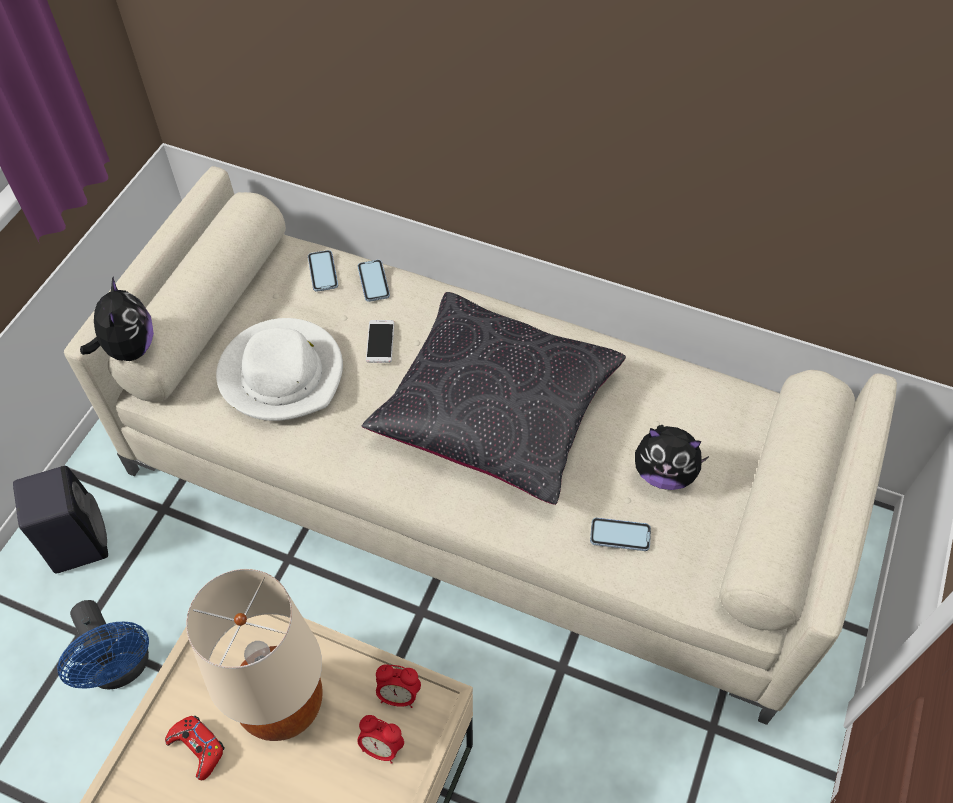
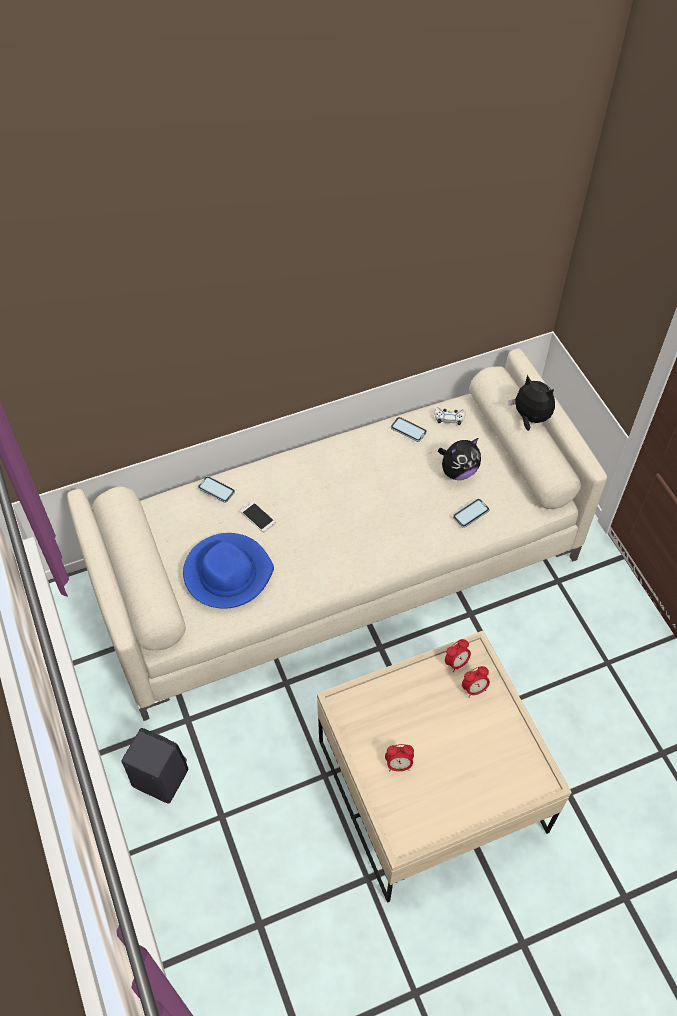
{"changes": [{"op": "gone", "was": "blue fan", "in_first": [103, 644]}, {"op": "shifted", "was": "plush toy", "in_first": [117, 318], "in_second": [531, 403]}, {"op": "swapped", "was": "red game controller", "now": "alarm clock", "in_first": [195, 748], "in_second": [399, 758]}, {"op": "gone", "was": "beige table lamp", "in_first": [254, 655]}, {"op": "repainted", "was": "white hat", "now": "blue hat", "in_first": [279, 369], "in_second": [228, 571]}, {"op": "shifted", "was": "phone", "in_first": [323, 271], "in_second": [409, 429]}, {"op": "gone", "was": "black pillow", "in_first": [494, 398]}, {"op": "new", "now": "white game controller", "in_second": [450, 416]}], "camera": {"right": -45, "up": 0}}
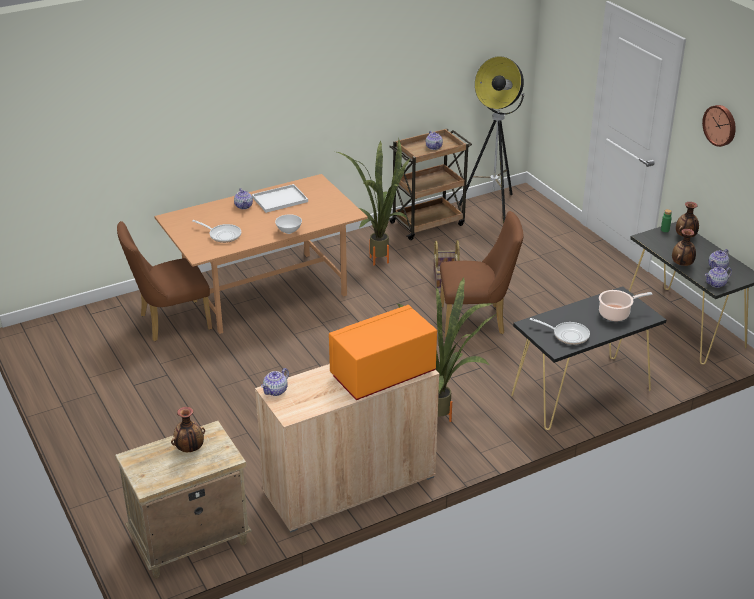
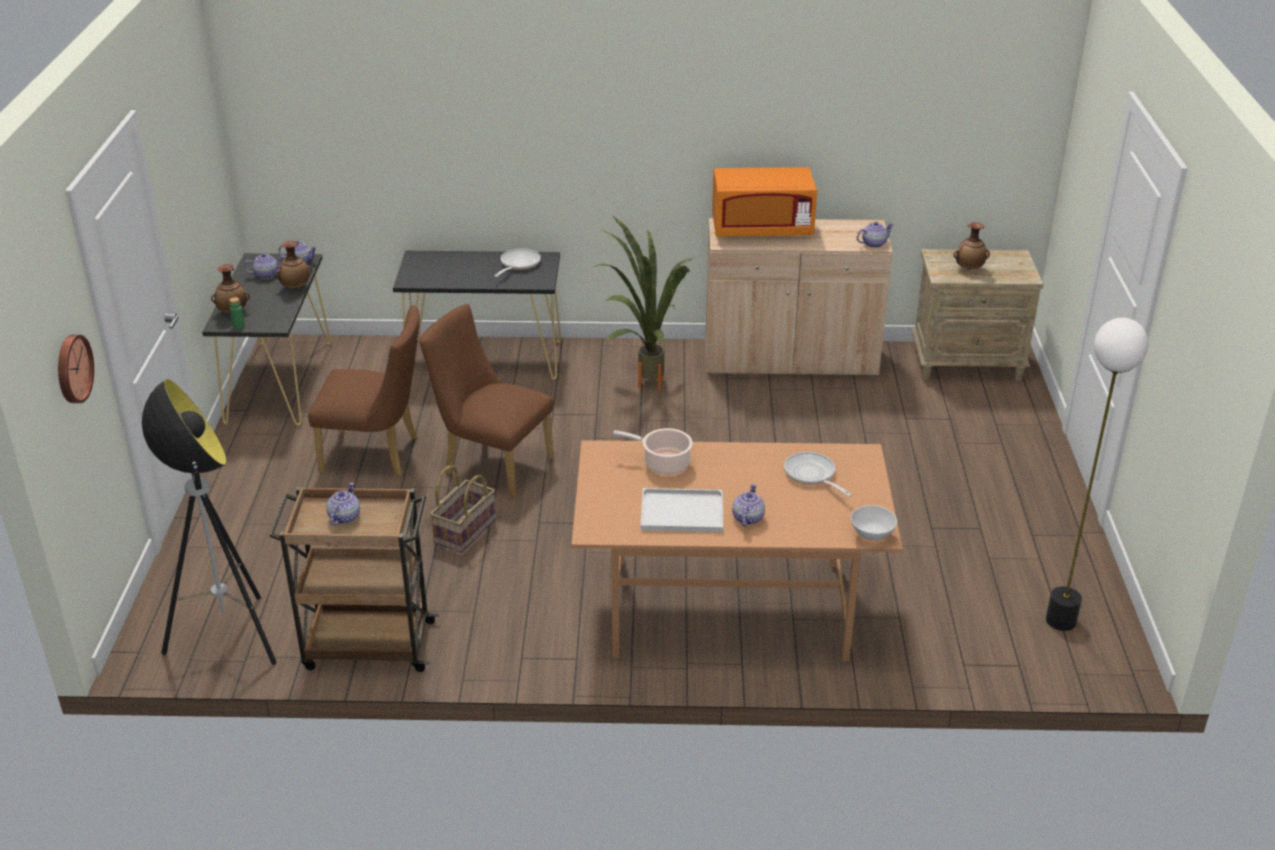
{"changes": [{"op": "shifted", "was": "brown chair", "in_first": [164, 281], "in_second": [364, 390]}, {"op": "shifted", "was": "white bowl", "in_first": [288, 224], "in_second": [874, 522]}, {"op": "gone", "was": "potted plant", "in_first": [374, 201]}, {"op": "rotated", "was": "frying pan", "in_first": [560, 331], "in_second": [517, 262], "clockwise": 60}, {"op": "shifted", "was": "cooking pot", "in_first": [625, 305], "in_second": [653, 451]}, {"op": "shifted", "was": "wall clock", "in_first": [719, 126], "in_second": [76, 369]}, {"op": "new", "now": "floor lamp", "in_second": [1097, 474]}], "camera": {"right": -150, "up": 0}}
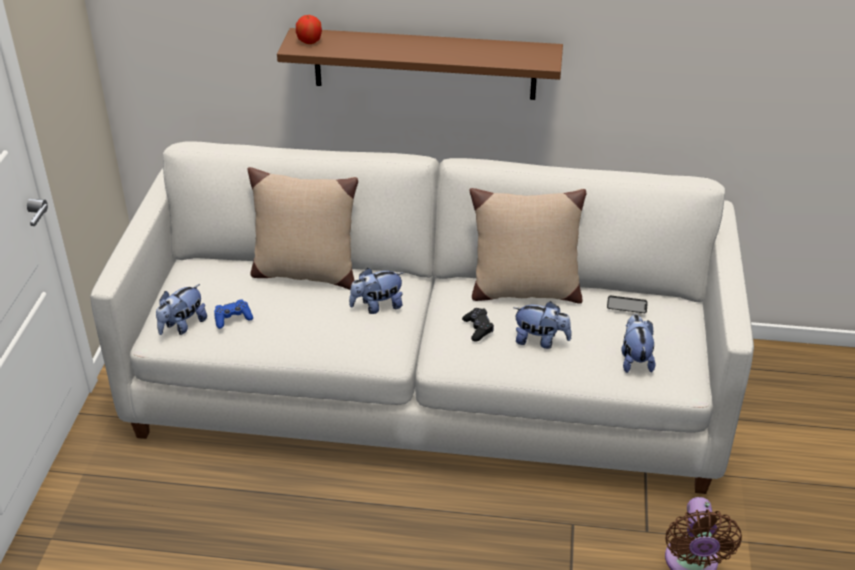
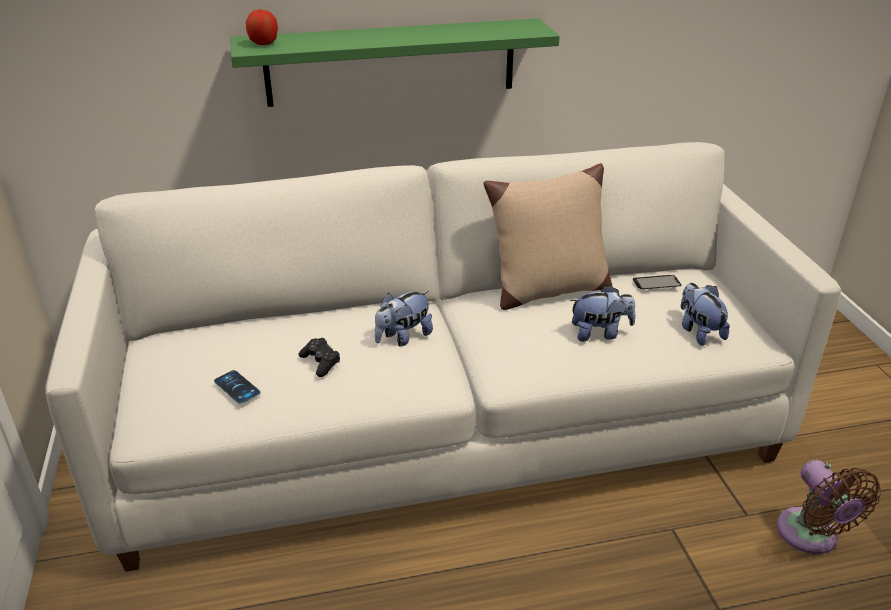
{"changes": [{"op": "gone", "was": "plush toy", "in_first": [181, 309]}, {"op": "swapped", "was": "blue game controller", "now": "phone", "in_first": [233, 314], "in_second": [237, 387]}, {"op": "gone", "was": "beige pillow", "in_first": [302, 228]}, {"op": "repainted", "was": "brown shelf", "now": "green shelf", "in_first": [420, 64], "in_second": [395, 62]}, {"op": "shifted", "was": "black game controller", "in_first": [478, 325], "in_second": [319, 357]}], "camera": {"right": -20, "up": -5}}
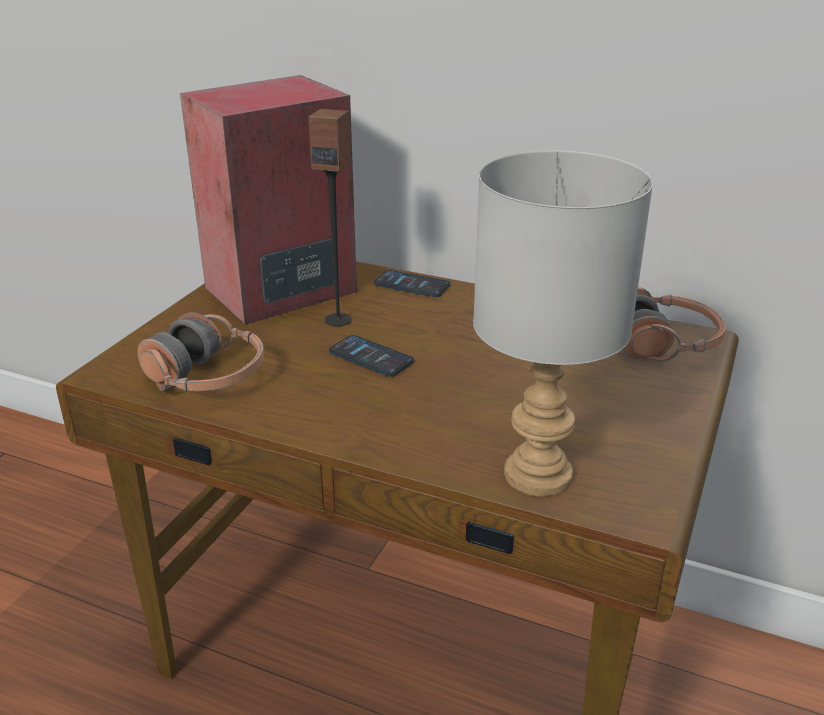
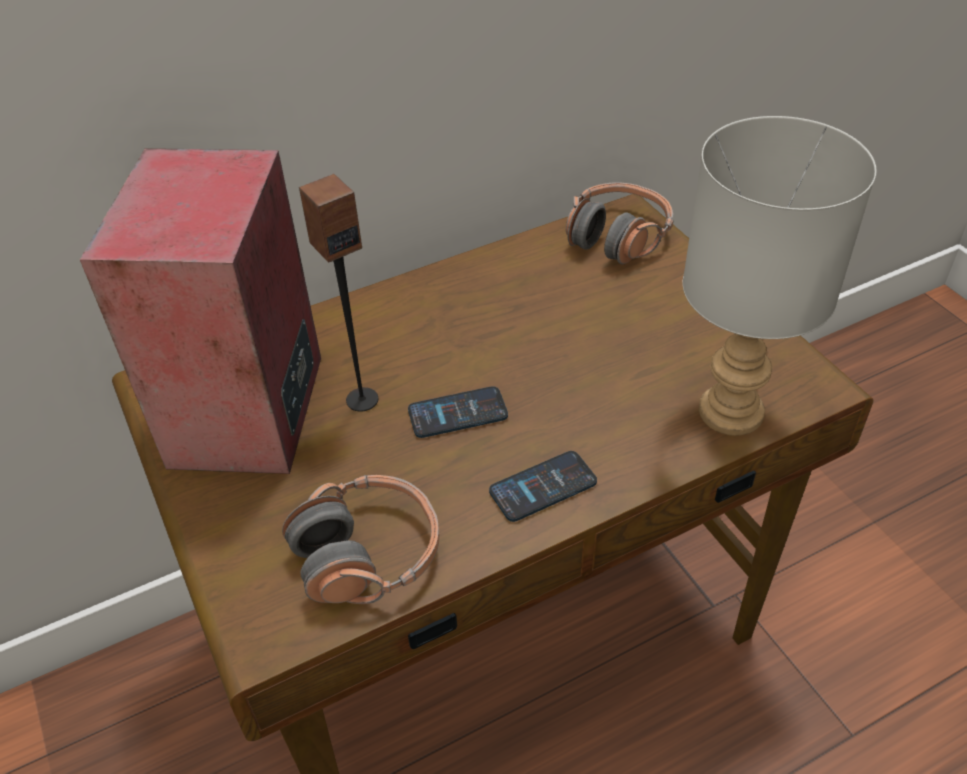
{"changes": [{"op": "shifted", "was": "phone", "in_first": [412, 283], "in_second": [543, 486]}], "camera": {"right": -50, "up": 15}}
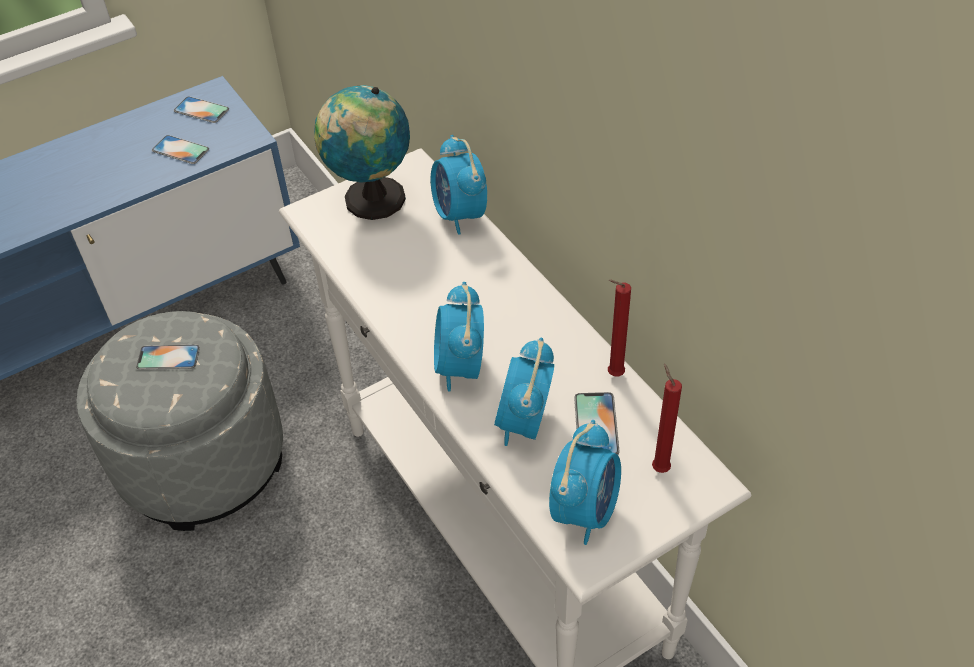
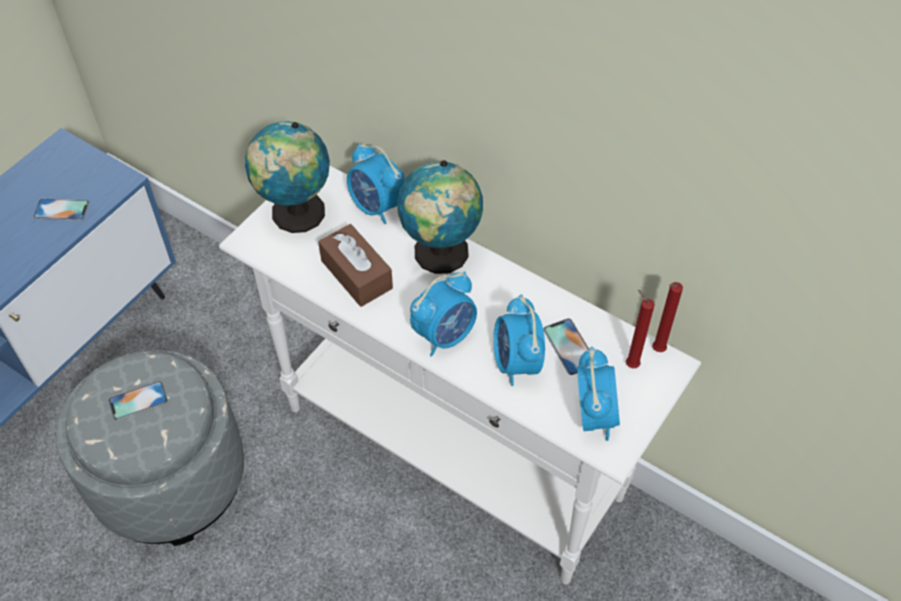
{"changes": [{"op": "gone", "was": "phone", "in_first": [201, 109]}, {"op": "rotated", "was": "alarm clock", "in_first": [459, 337], "in_second": [443, 314], "clockwise": -105}, {"op": "shifted", "was": "red candle", "in_first": [619, 328], "in_second": [667, 317]}, {"op": "new", "now": "brown tissue box", "in_second": [355, 265]}, {"op": "new", "now": "globe", "in_second": [440, 217]}], "camera": {"right": -25, "up": 5}}
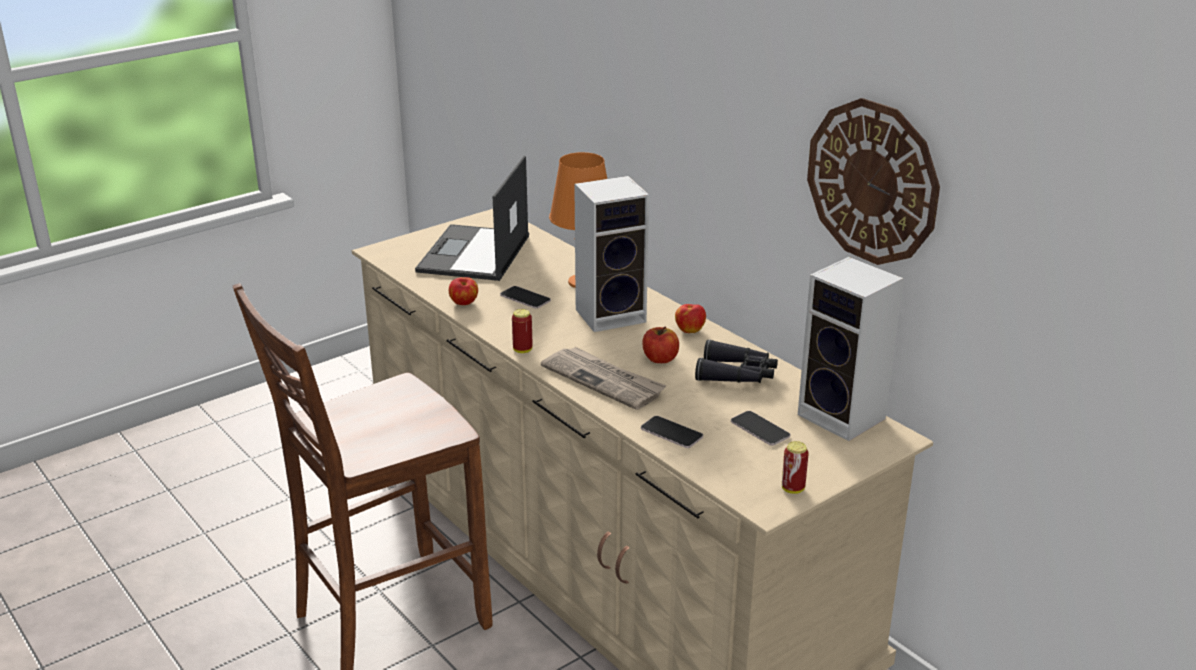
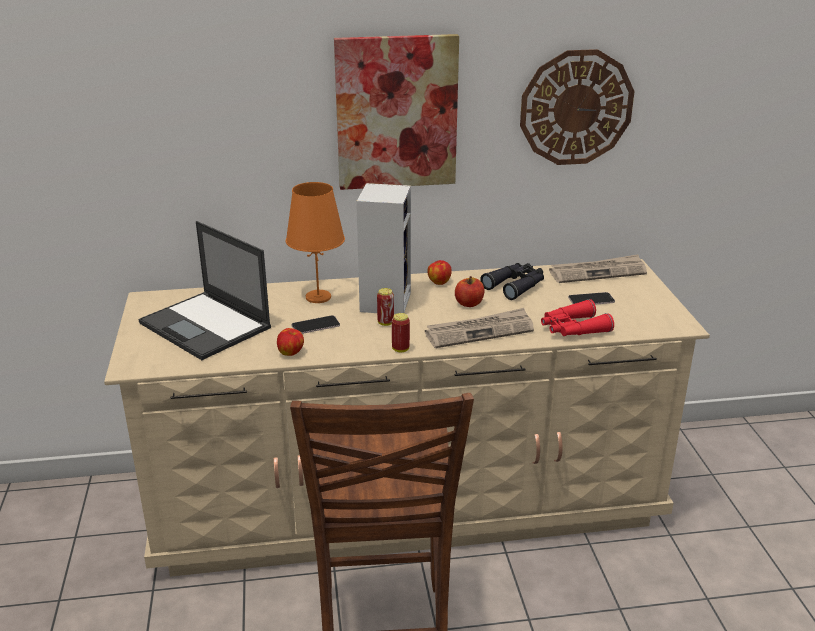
{"changes": [{"op": "swapped", "was": "phone", "now": "red binoculars", "in_first": [672, 432], "in_second": [577, 317]}, {"op": "shifted", "was": "can", "in_first": [795, 467], "in_second": [385, 307]}, {"op": "swapped", "was": "speaker", "now": "newspaper", "in_first": [851, 349], "in_second": [598, 268]}, {"op": "new", "now": "picture", "in_second": [396, 112]}], "camera": {"right": -60, "up": 0}}
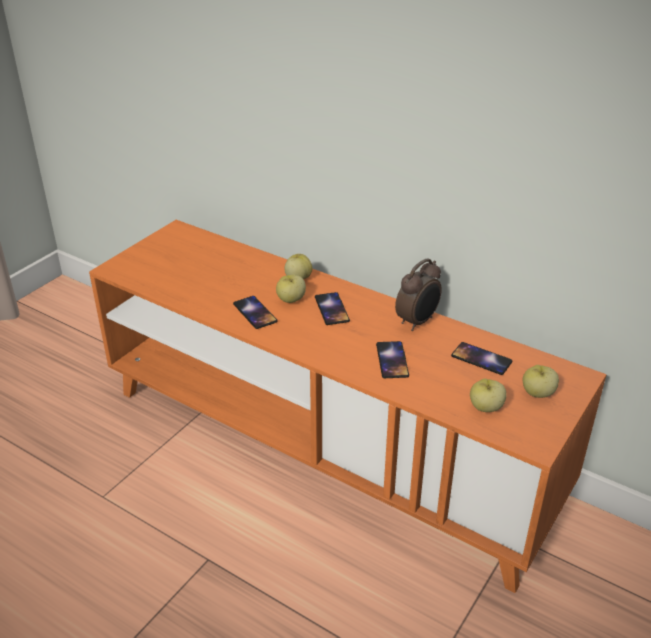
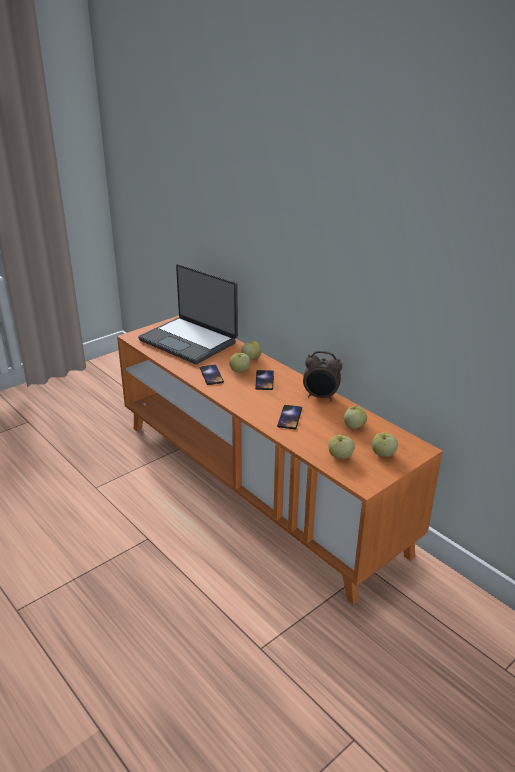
{"changes": [{"op": "rotated", "was": "alarm clock", "in_first": [418, 294], "in_second": [322, 376], "clockwise": 45}, {"op": "swapped", "was": "phone", "now": "apple", "in_first": [481, 358], "in_second": [355, 417]}, {"op": "new", "now": "laptop", "in_second": [188, 314]}], "camera": {"right": 15, "up": -5}}
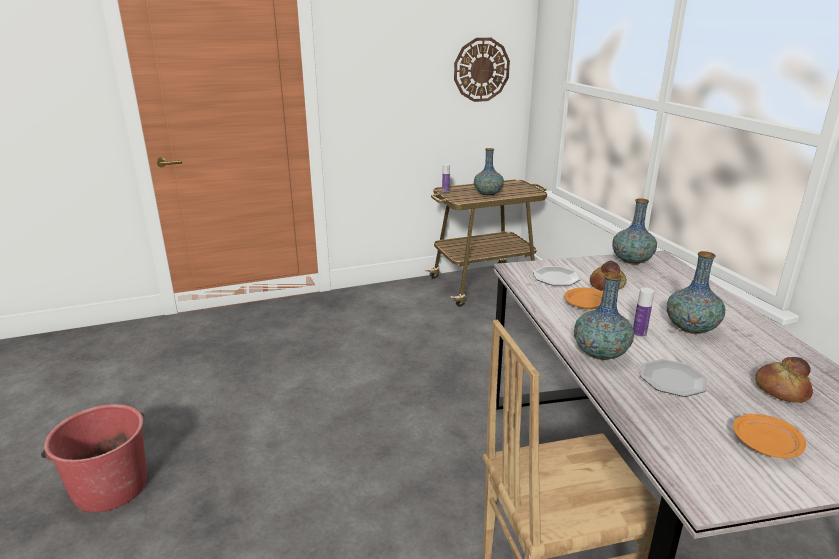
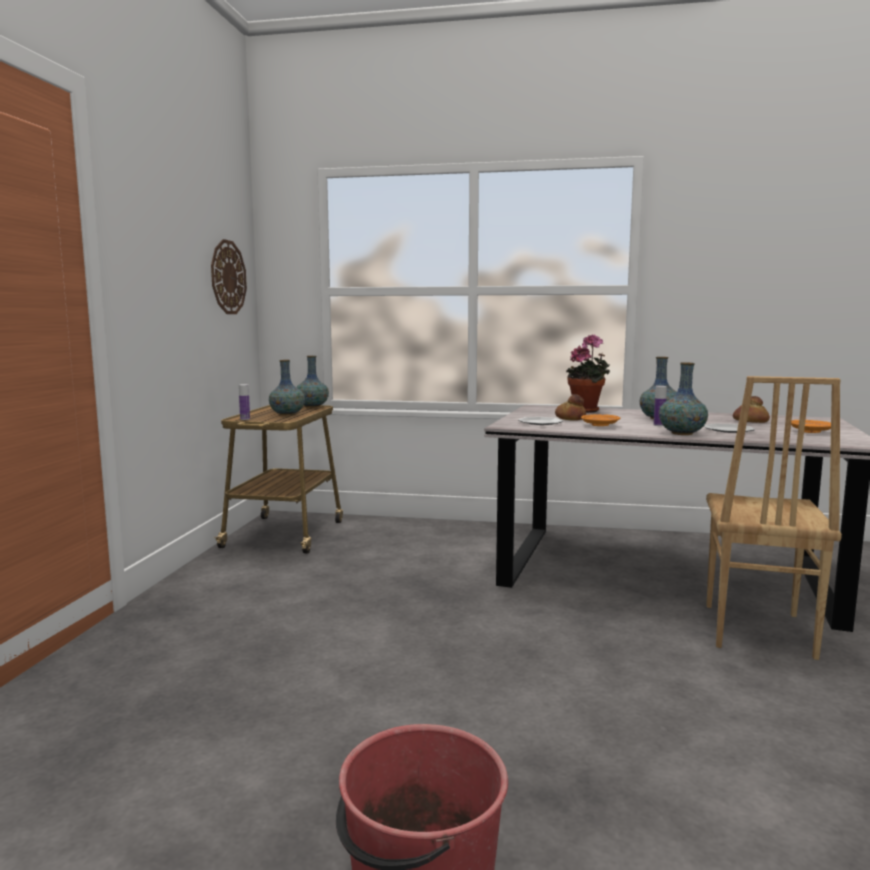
{"changes": [{"op": "shifted", "was": "vase", "in_first": [634, 231], "in_second": [312, 382]}, {"op": "new", "now": "potted plant", "in_second": [588, 373]}], "camera": {"right": -60, "up": -15}}
